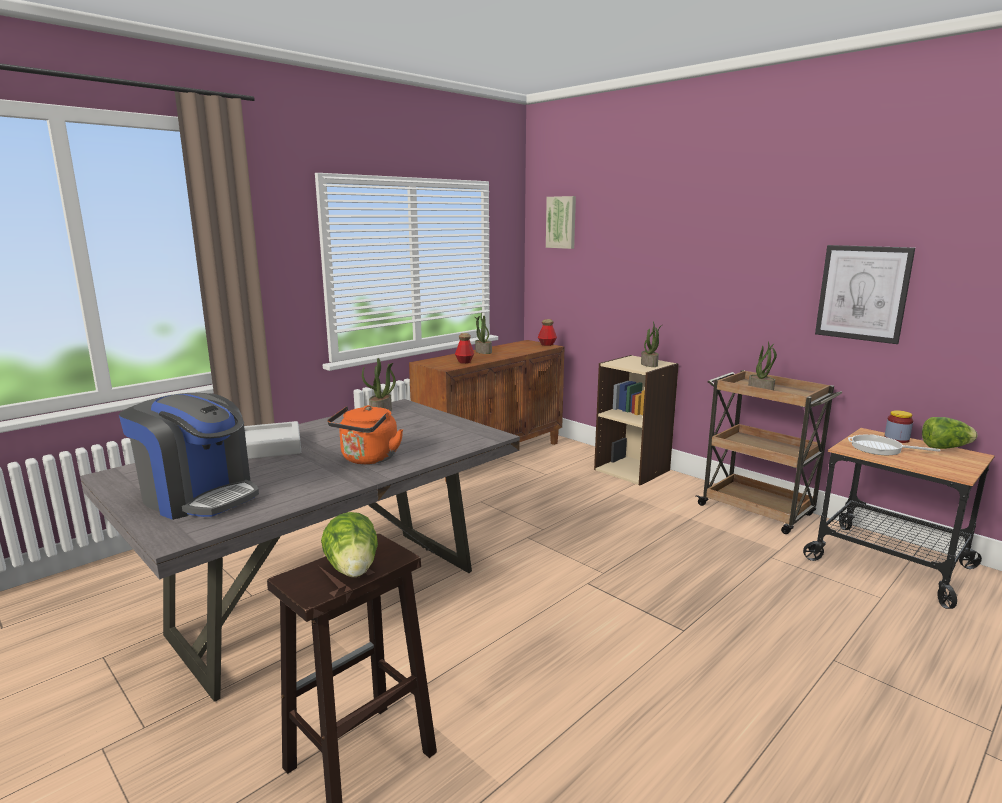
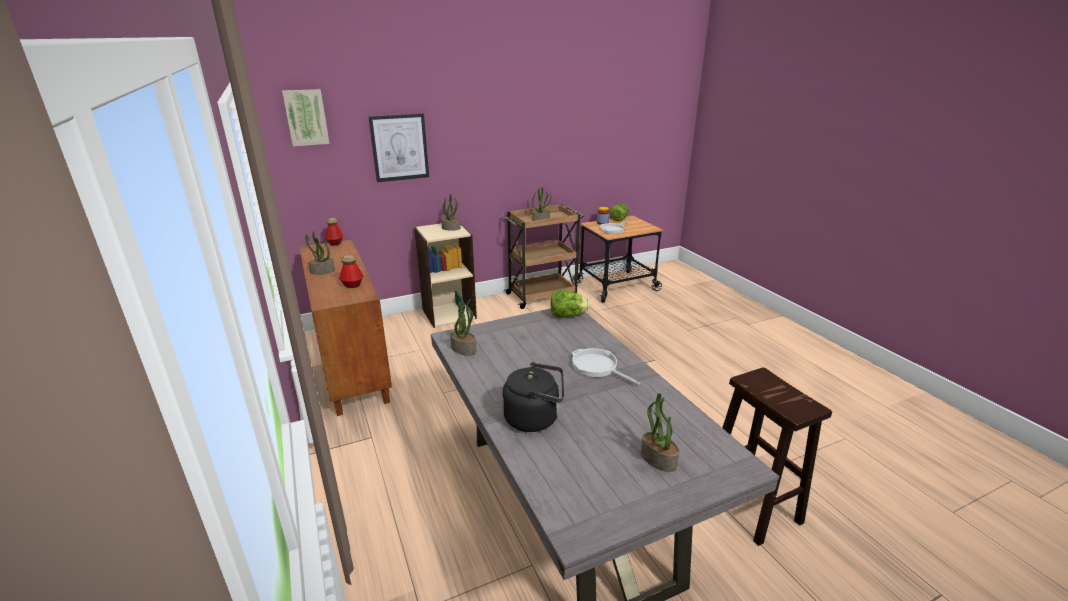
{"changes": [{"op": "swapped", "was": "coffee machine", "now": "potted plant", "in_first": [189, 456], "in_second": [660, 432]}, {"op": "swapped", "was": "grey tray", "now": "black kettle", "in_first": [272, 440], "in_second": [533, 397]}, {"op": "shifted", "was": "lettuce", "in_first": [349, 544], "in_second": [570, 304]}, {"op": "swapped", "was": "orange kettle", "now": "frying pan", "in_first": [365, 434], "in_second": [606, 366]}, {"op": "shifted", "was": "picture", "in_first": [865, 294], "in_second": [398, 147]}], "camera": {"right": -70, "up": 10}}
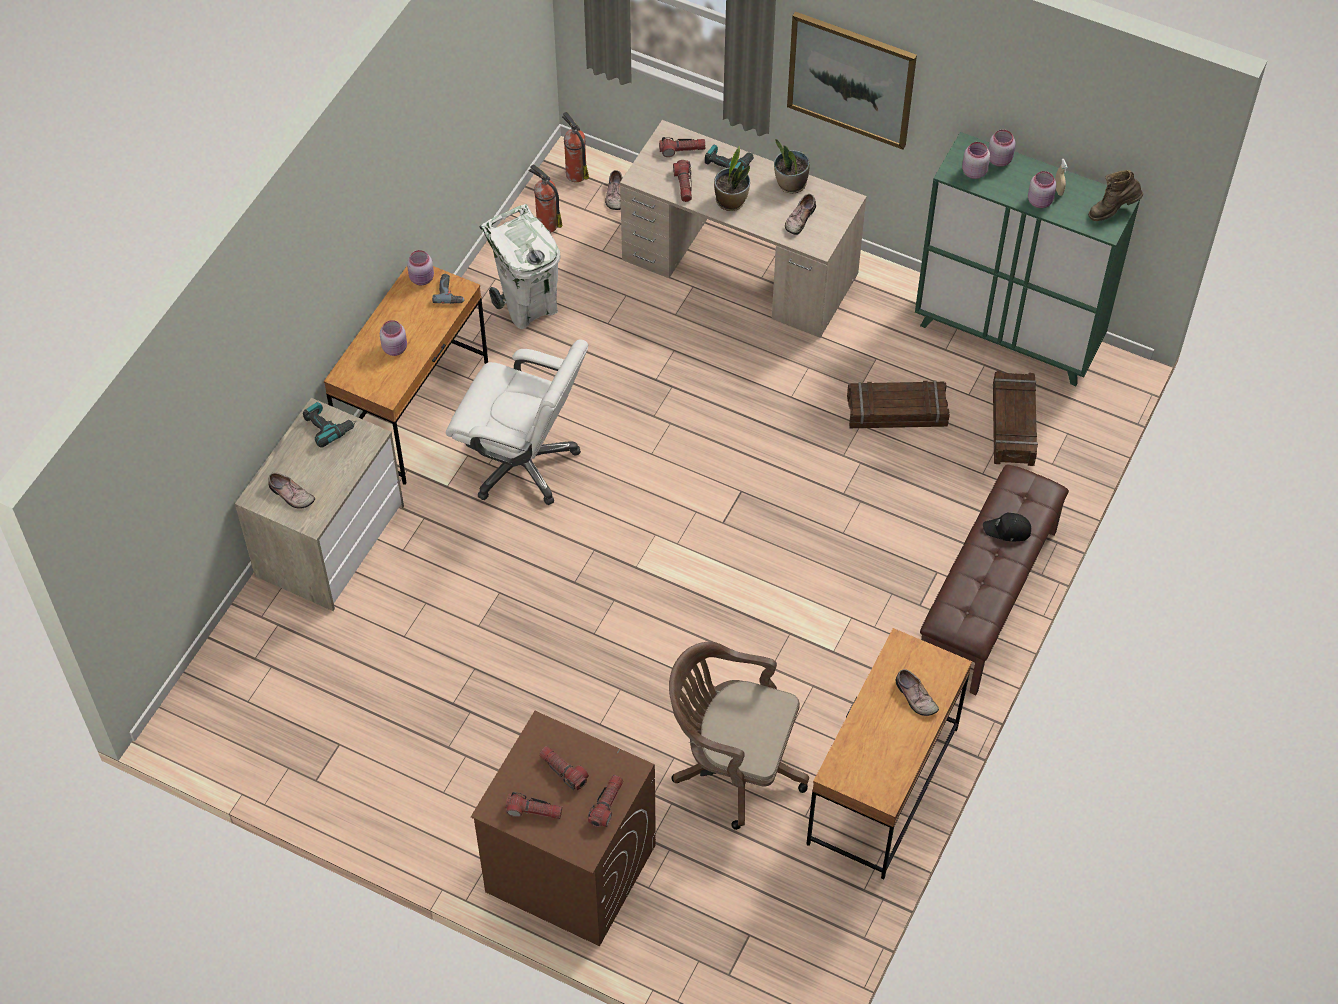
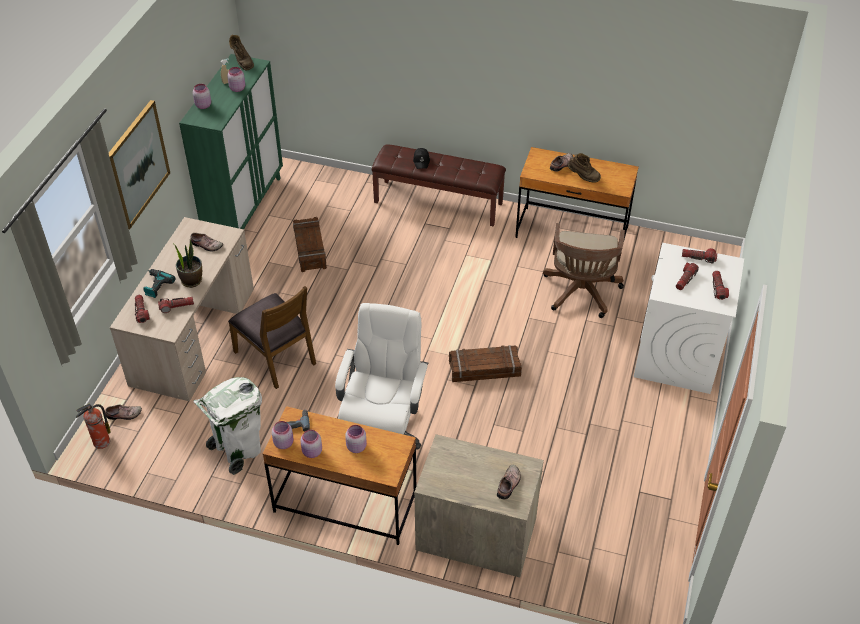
{"changes": [{"op": "gone", "was": "power drill", "in_first": [330, 425]}, {"op": "repainted", "was": "brown washing machine", "now": "white washing machine", "in_first": [563, 828], "in_second": [689, 318]}, {"op": "gone", "was": "fire extinguisher", "in_first": [546, 198]}, {"op": "gone", "was": "potted plant", "in_first": [792, 166]}, {"op": "shifted", "was": "pink jar", "in_first": [976, 160], "in_second": [311, 444]}, {"op": "shifted", "was": "crate", "in_first": [1015, 418], "in_second": [485, 363]}, {"op": "new", "now": "brown chair", "in_second": [272, 337]}, {"op": "new", "now": "brown boot", "in_second": [584, 168]}], "camera": {"right": -100, "up": -10}}
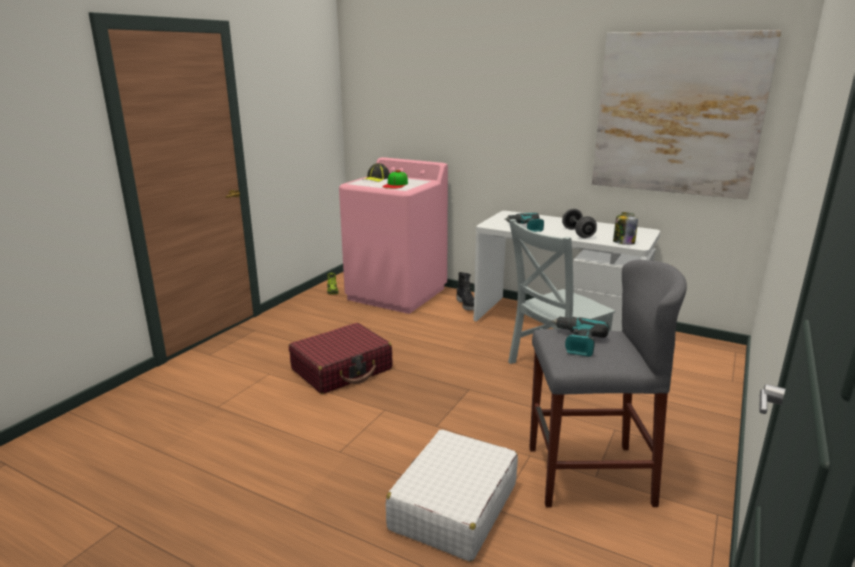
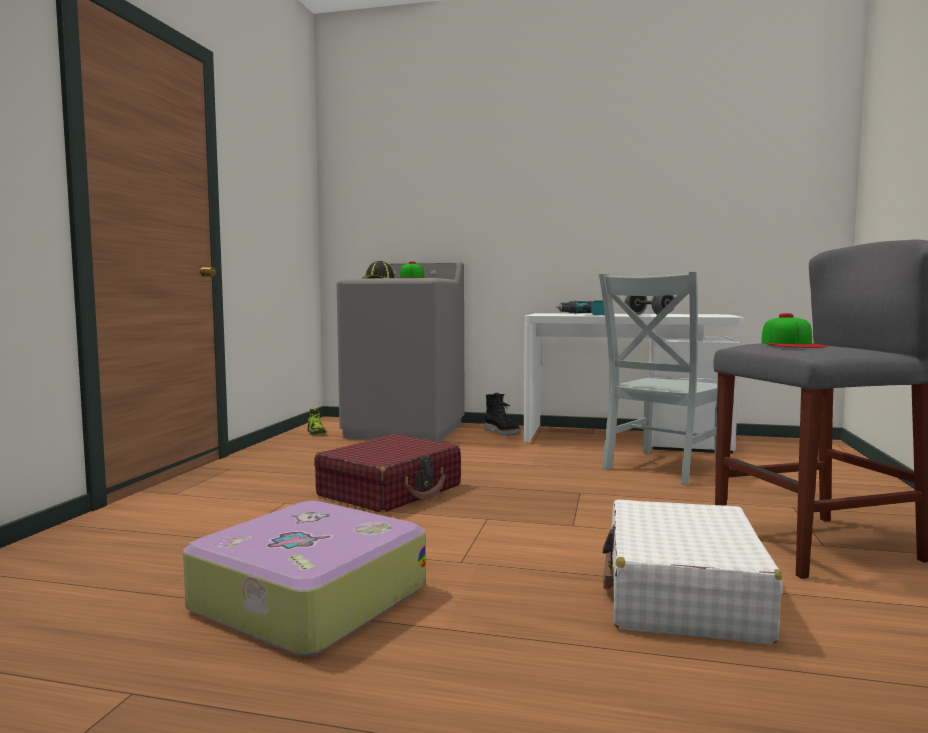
{"changes": [{"op": "repainted", "was": "pink washing machine", "now": "grey washing machine", "in_first": [393, 235], "in_second": [401, 351]}, {"op": "swapped", "was": "power drill", "now": "cap", "in_first": [580, 337], "in_second": [794, 330]}, {"op": "gone", "was": "picture", "in_first": [687, 115]}, {"op": "gone", "was": "jar", "in_first": [625, 228]}, {"op": "new", "now": "suitcase", "in_second": [304, 578]}], "camera": {"right": -15, "up": -15}}
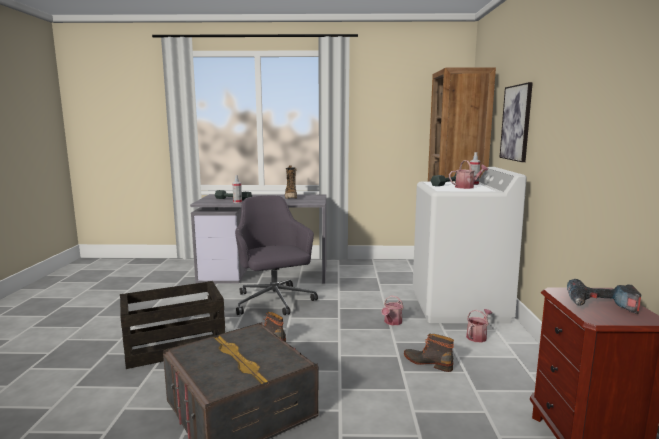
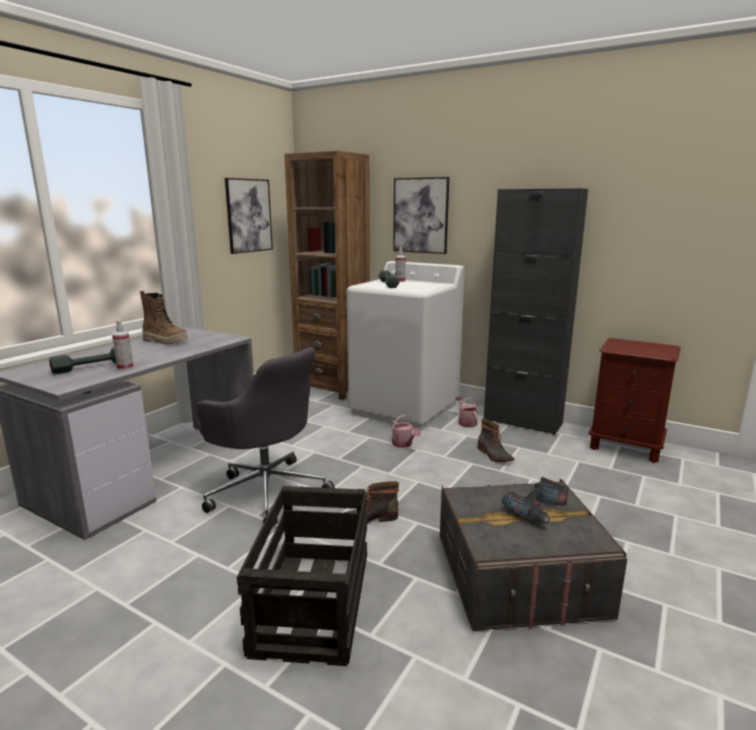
{"changes": [{"op": "rotated", "was": "grey office chair", "in_first": [276, 255], "in_second": [265, 436], "clockwise": -150}, {"op": "rotated", "was": "boot", "in_first": [429, 353], "in_second": [496, 440], "clockwise": -90}, {"op": "gone", "was": "watering can", "in_first": [468, 174]}, {"op": "shifted", "was": "power drill", "in_first": [604, 296], "in_second": [535, 500]}, {"op": "new", "now": "picture", "in_second": [249, 216]}, {"op": "new", "now": "black cabinet", "in_second": [536, 311]}], "camera": {"right": -60, "up": 5}}
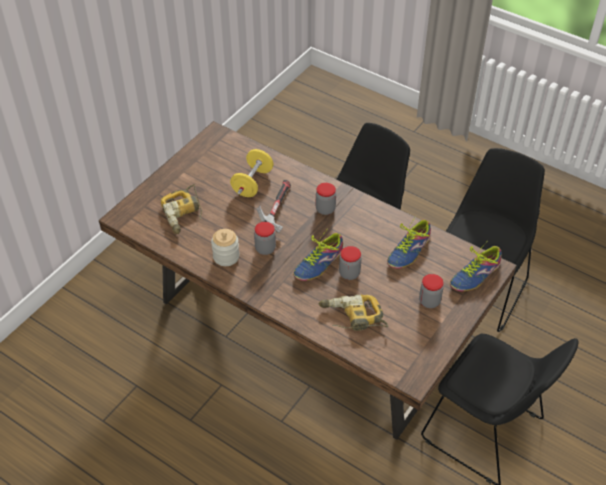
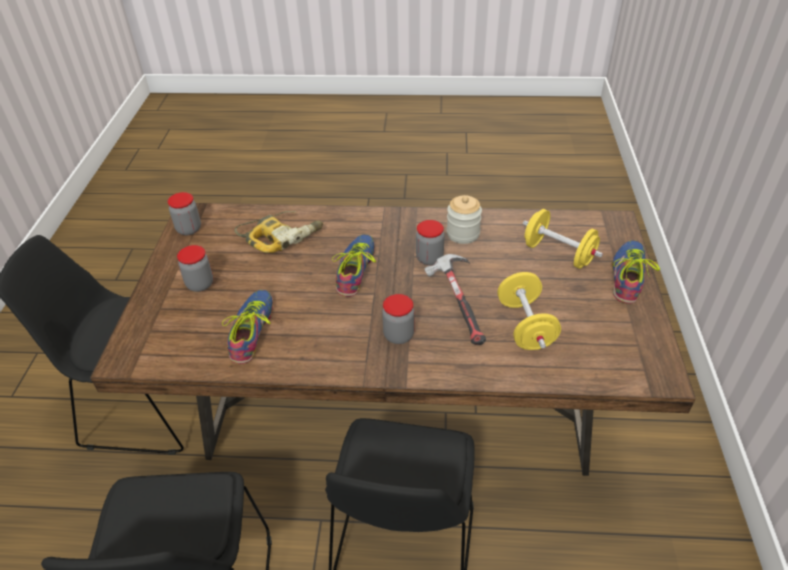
{"changes": [{"op": "swapped", "was": "power drill", "now": "yellow dumbbell", "in_first": [181, 209], "in_second": [563, 239]}, {"op": "shifted", "was": "jar", "in_first": [350, 263], "in_second": [184, 214]}, {"op": "shifted", "was": "shoe", "in_first": [476, 266], "in_second": [635, 272]}], "camera": {"right": 150, "up": -5}}
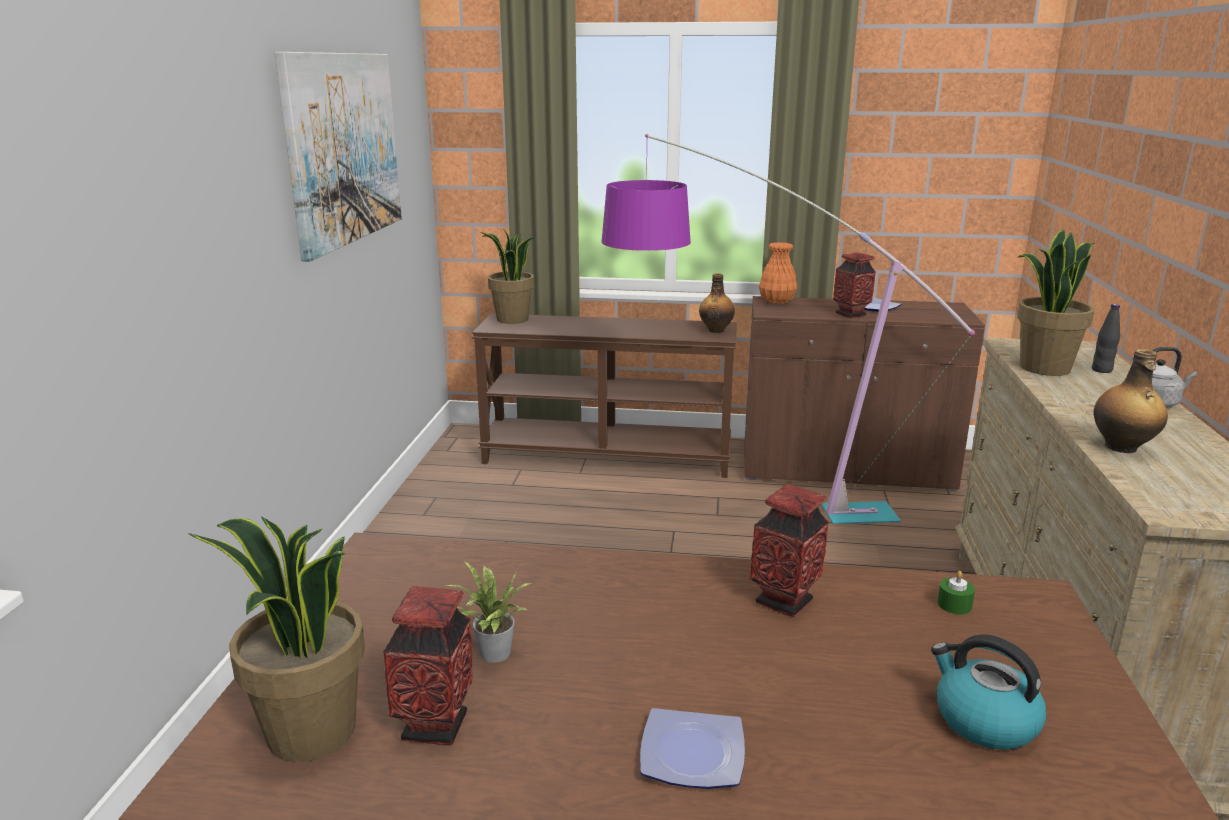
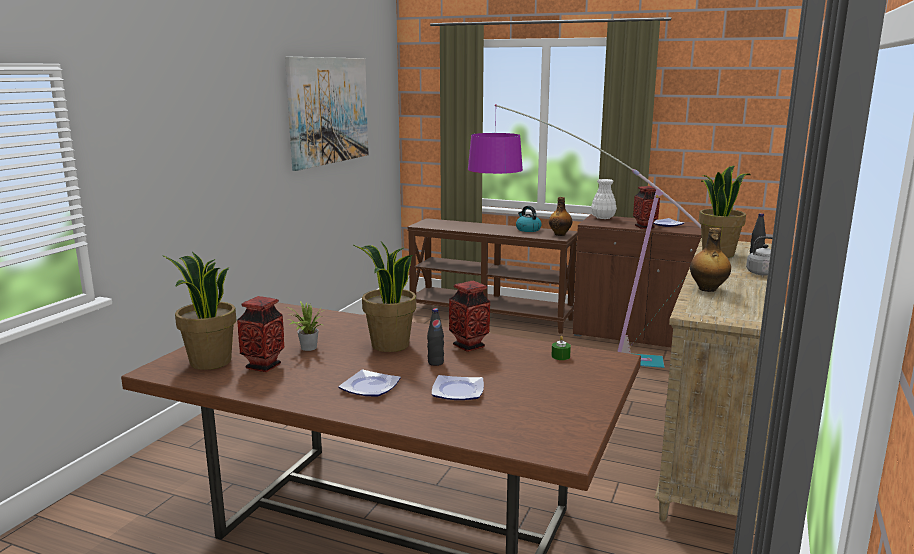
{"changes": [{"op": "shifted", "was": "potted plant", "in_first": [507, 276], "in_second": [384, 297]}, {"op": "repainted", "was": "orange vase", "now": "white vase", "in_first": [778, 273], "in_second": [604, 199]}, {"op": "shifted", "was": "kettle", "in_first": [988, 692], "in_second": [529, 219]}, {"op": "new", "now": "black bottle", "in_second": [435, 337]}, {"op": "new", "now": "plate", "in_second": [458, 387]}], "camera": {"right": 15, "up": -5}}
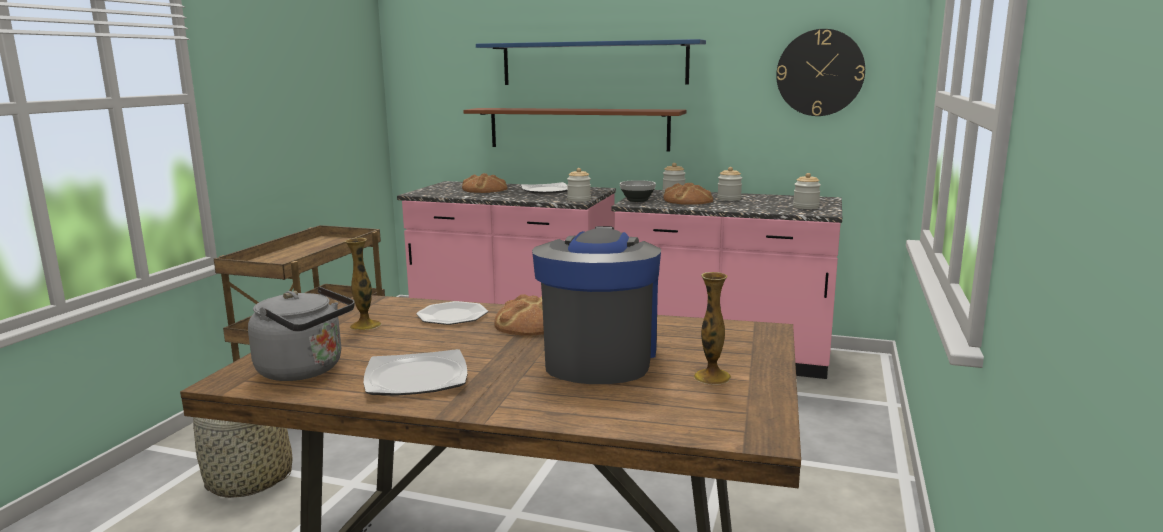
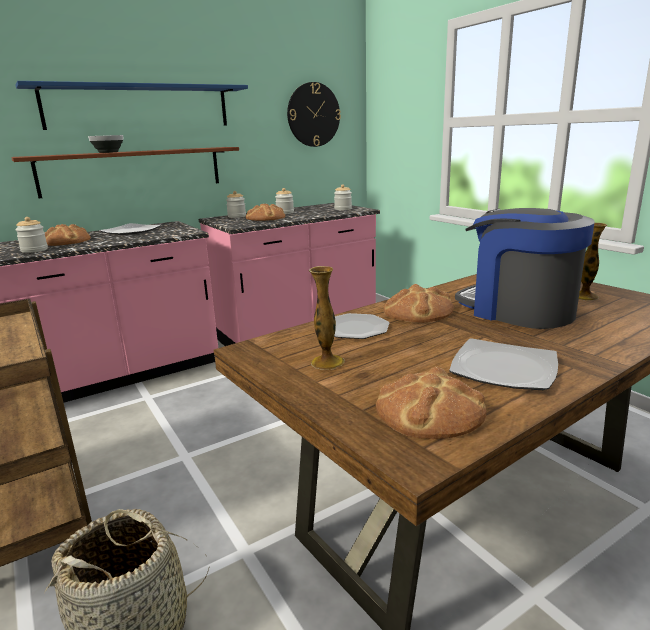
{"changes": [{"op": "swapped", "was": "grey kettle", "now": "bread", "in_first": [301, 334], "in_second": [431, 403]}, {"op": "shifted", "was": "jar", "in_first": [579, 185], "in_second": [31, 235]}, {"op": "shifted", "was": "bowl", "in_first": [638, 191], "in_second": [105, 144]}], "camera": {"right": -50, "up": 5}}
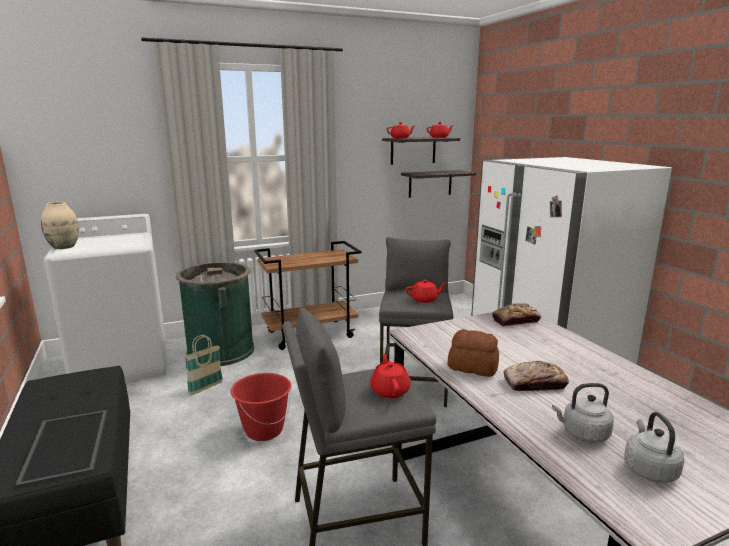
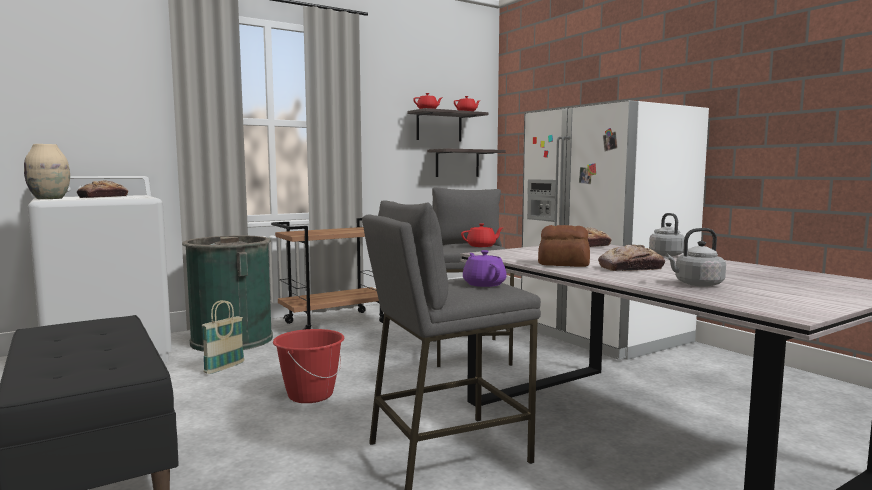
{"changes": [{"op": "gone", "was": "tray", "in_first": [61, 449]}, {"op": "repainted", "was": "red teapot", "now": "purple teapot", "in_first": [390, 375], "in_second": [485, 268]}, {"op": "shifted", "was": "grey kettle", "in_first": [654, 447], "in_second": [667, 234]}, {"op": "new", "now": "bread", "in_second": [102, 189]}], "camera": {"right": -10, "up": -10}}
